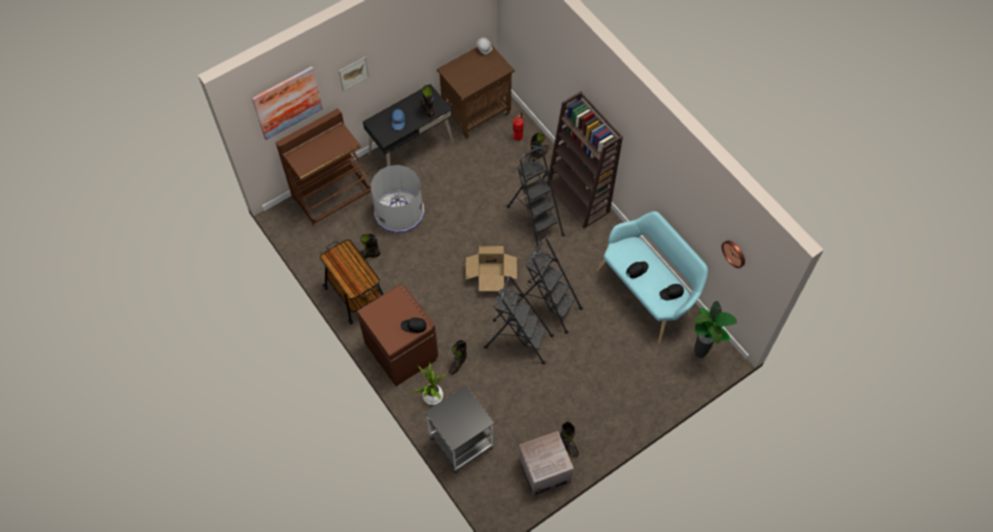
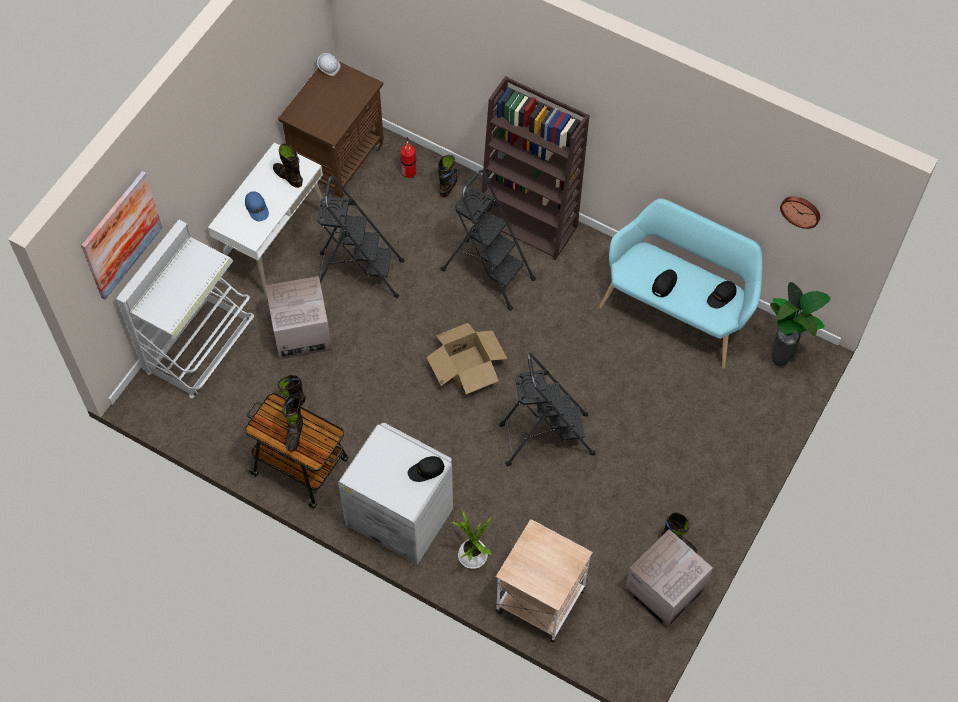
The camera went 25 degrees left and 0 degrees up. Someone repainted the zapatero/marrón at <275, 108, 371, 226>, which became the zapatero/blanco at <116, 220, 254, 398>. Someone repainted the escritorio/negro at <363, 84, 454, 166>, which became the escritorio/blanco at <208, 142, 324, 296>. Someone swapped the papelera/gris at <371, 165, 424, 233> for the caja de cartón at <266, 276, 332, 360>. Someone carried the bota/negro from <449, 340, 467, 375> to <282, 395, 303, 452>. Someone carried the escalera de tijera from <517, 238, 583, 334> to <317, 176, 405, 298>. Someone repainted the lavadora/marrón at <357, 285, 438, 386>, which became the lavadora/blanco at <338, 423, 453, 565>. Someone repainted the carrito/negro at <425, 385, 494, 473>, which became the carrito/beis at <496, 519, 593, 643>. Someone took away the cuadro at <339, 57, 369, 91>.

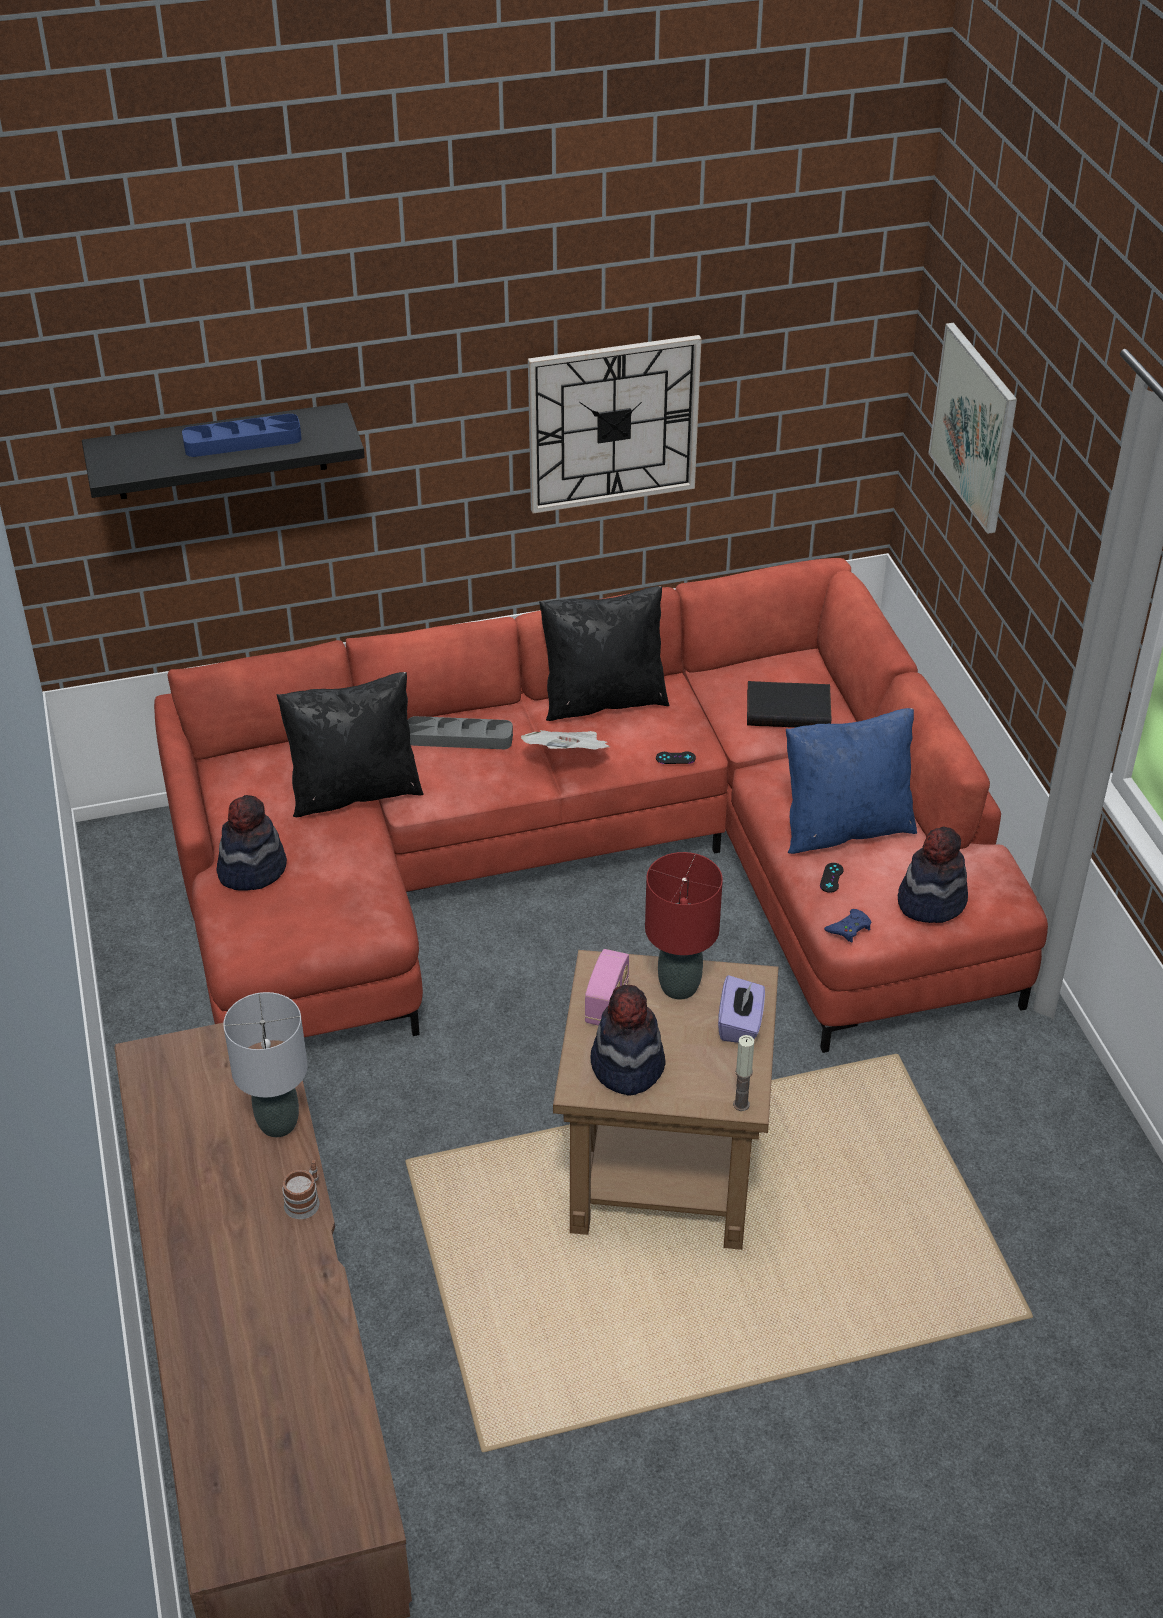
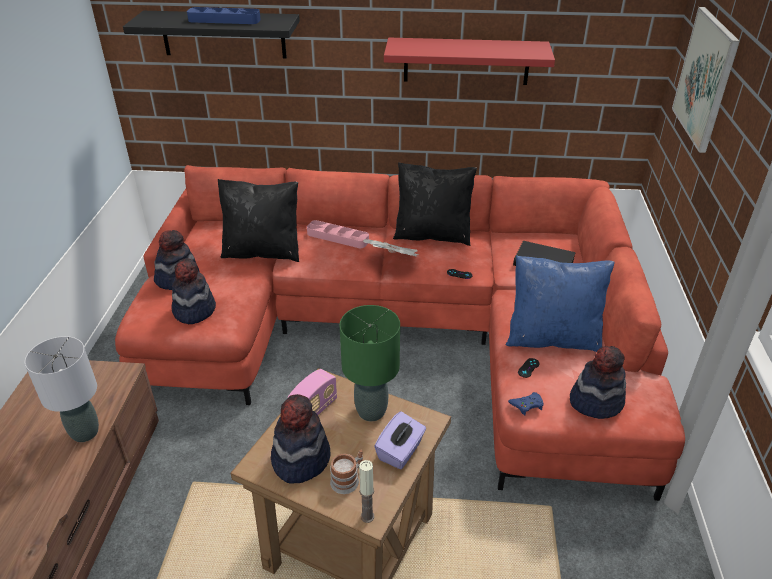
The camera went 20 degrees right and 5 degrees down. Someone put down the sombrero at <171, 258, 216, 324>. Someone repainted the bandeja/gris at <408, 716, 513, 749>, which became the bandeja/rosa at <307, 220, 369, 248>. Someone carried the taza grande from <282, 1160, 320, 1219> to <330, 450, 363, 494>. Someone repainted the lámpara de mesa/rojo at <645, 852, 723, 1000>, which became the lámpara de mesa/verde at <340, 305, 400, 421>. Someone swapped the reloj de pared at <528, 335, 701, 514> for the estante/rojo at <384, 38, 555, 85>.

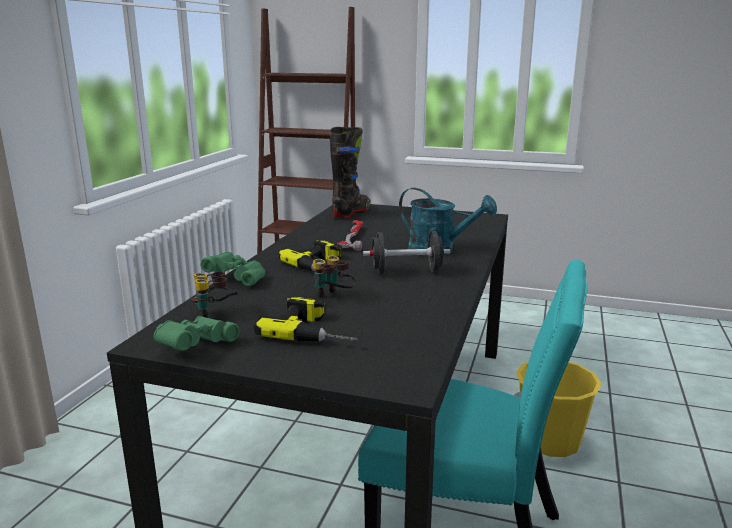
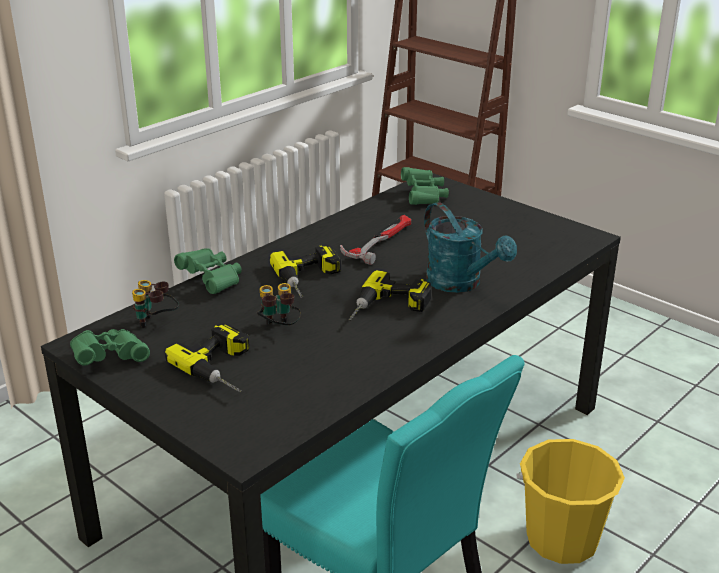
The camera went 25 degrees right and 10 degrees up. Someone swapped the mancuerna/negro at <363, 231, 451, 274> for the taladro at <349, 270, 431, 320>. Someone swapped the bota/negro at <330, 127, 370, 218> for the prismáticos/verde at <401, 167, 449, 205>.

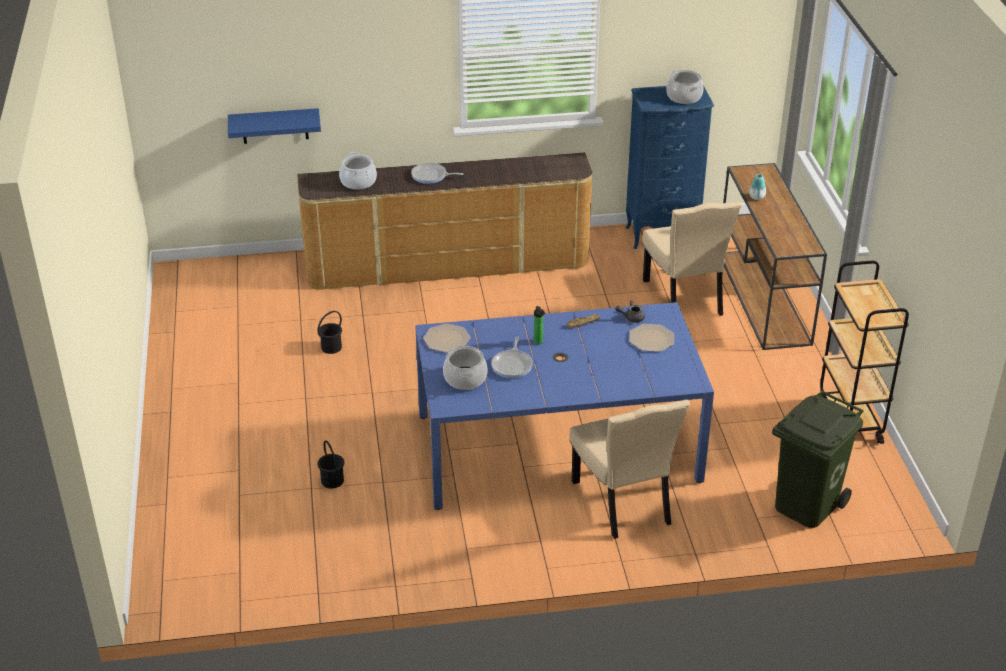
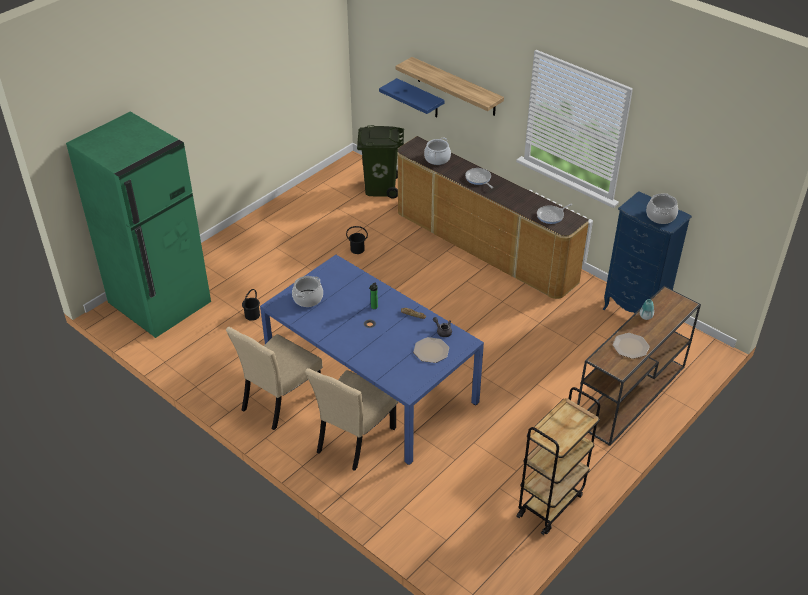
The camera went 50 degrees right and 5 degrees up. Someone put down the nevera/verde at <66, 112, 211, 338>. Someone carried the silla/beis from <642, 201, 742, 316> to <226, 327, 323, 430>. Someone carried the papelera/verde from <772, 391, 864, 528> to <357, 125, 404, 198>. Someone put up the estante at <396, 57, 504, 116>. Someone carried the sartén from <491, 336, 533, 378> to <537, 204, 572, 224>. Someone carried the plato from <423, 324, 471, 353> to <613, 333, 649, 359>.

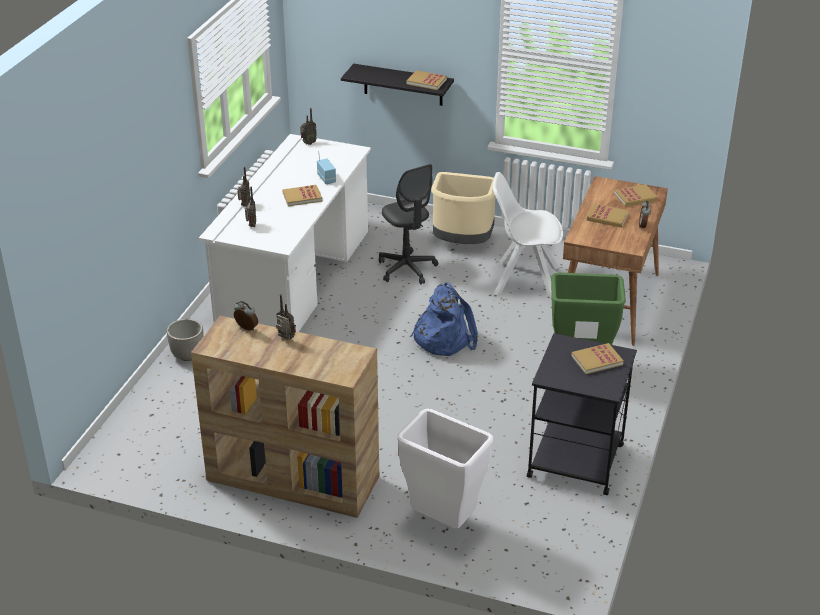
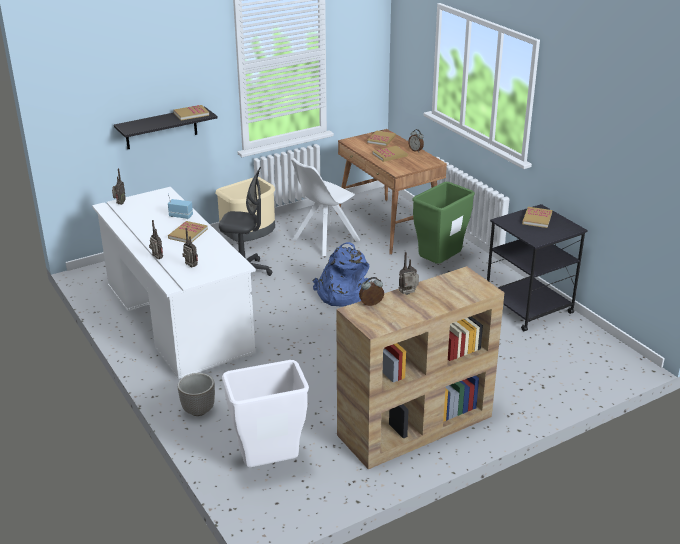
The camera went 50 degrees left and 5 degrees down. Someone carried the papelera/blanco from <397, 409, 493, 528> to <222, 360, 309, 467>.

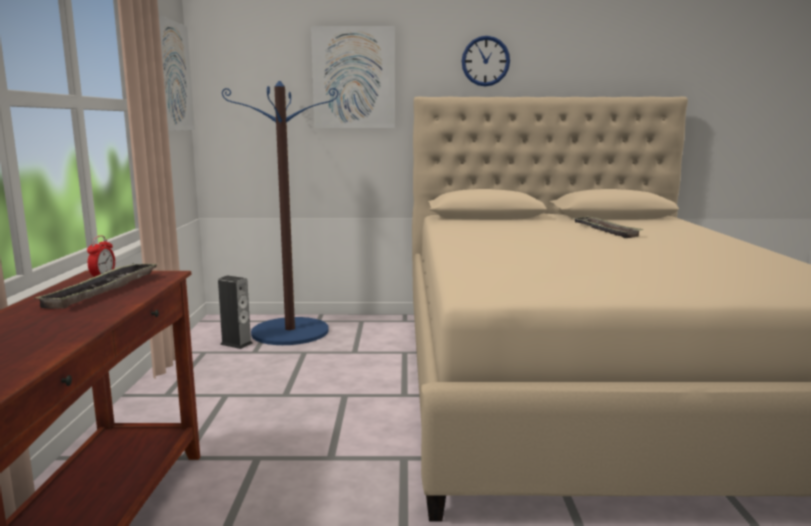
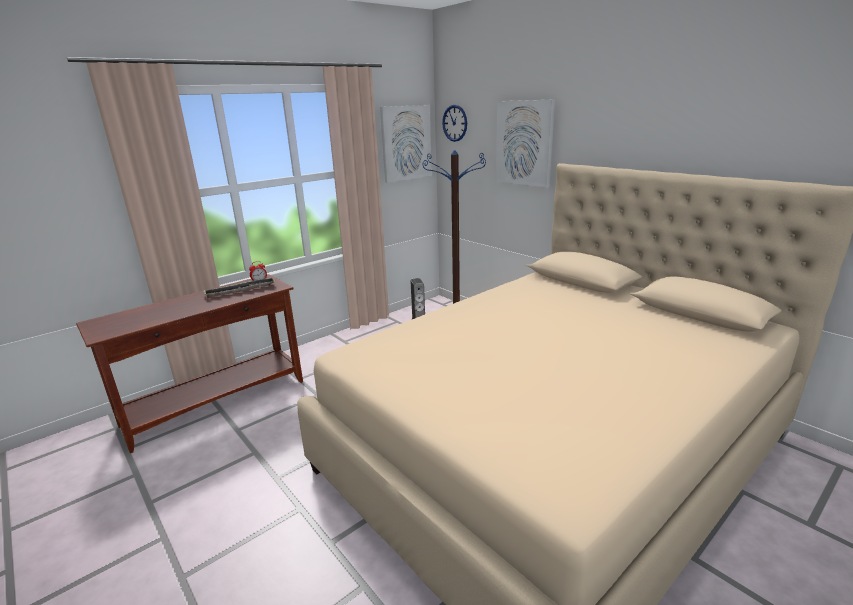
The camera went 50 degrees right and 10 degrees up. Someone carried the reloj de pared from <461, 36, 510, 86> to <442, 105, 467, 142>. Someone took away the bandeja at <572, 216, 643, 238>.

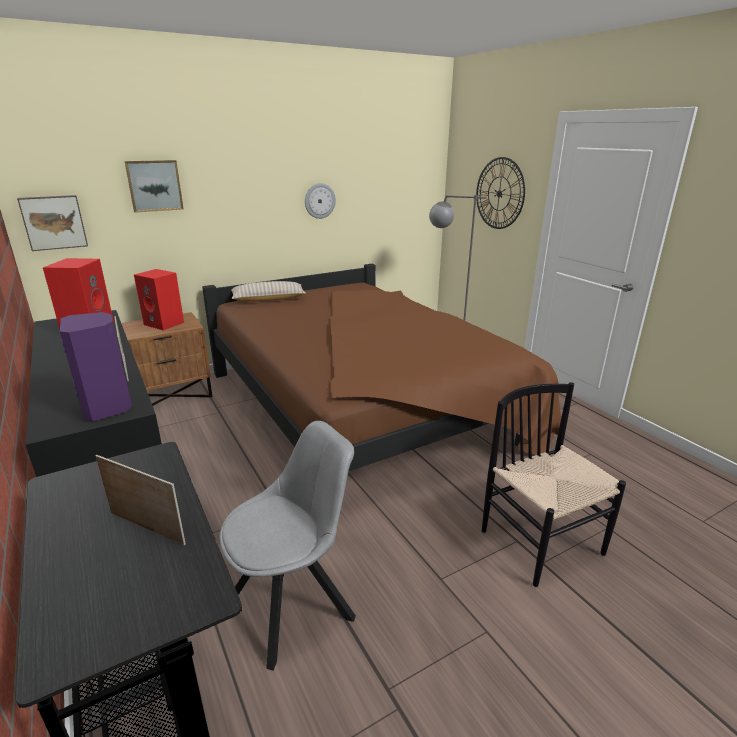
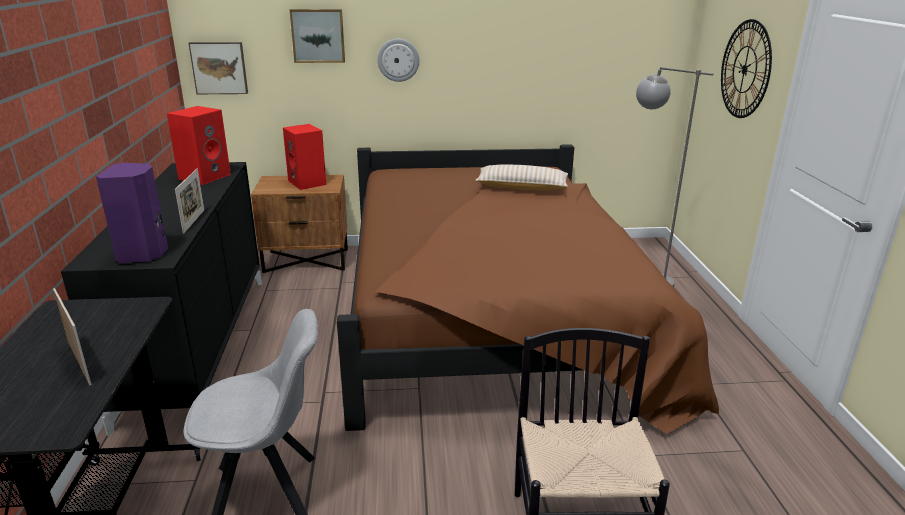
The camera went 25 degrees right and 0 degrees up. Someone carried the reloj de pared from <305, 183, 336, 219> to <377, 39, 420, 82>. Someone carried the cojín/beis from <231, 281, 306, 302> to <475, 164, 568, 190>.

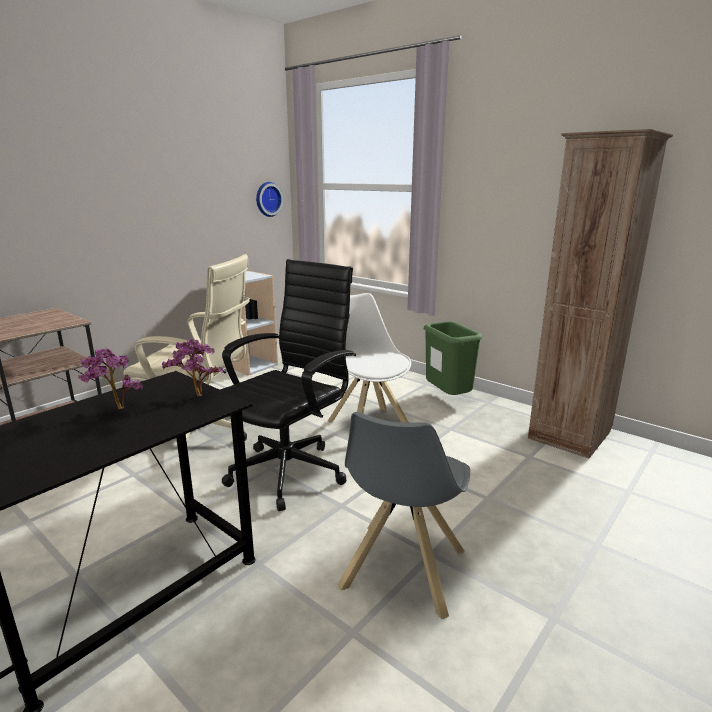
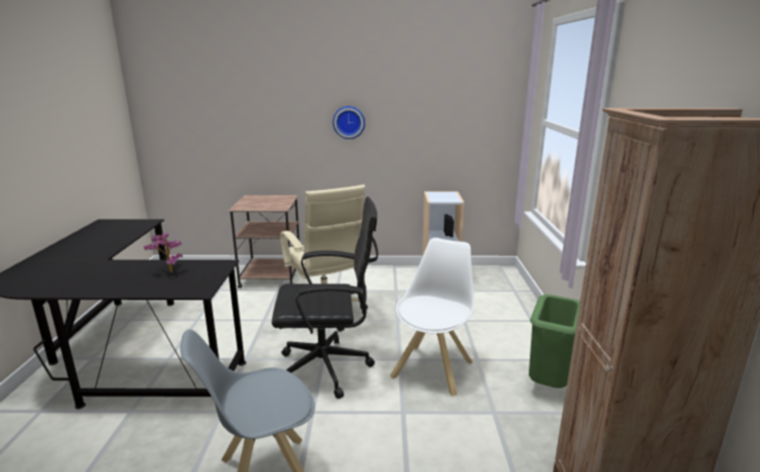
The camera went 50 degrees right and 0 degrees up. Someone carried the reloj de pared from <256, 182, 283, 217> to <333, 106, 365, 139>. Someone took away the planta en maceta at <162, 339, 223, 397>.

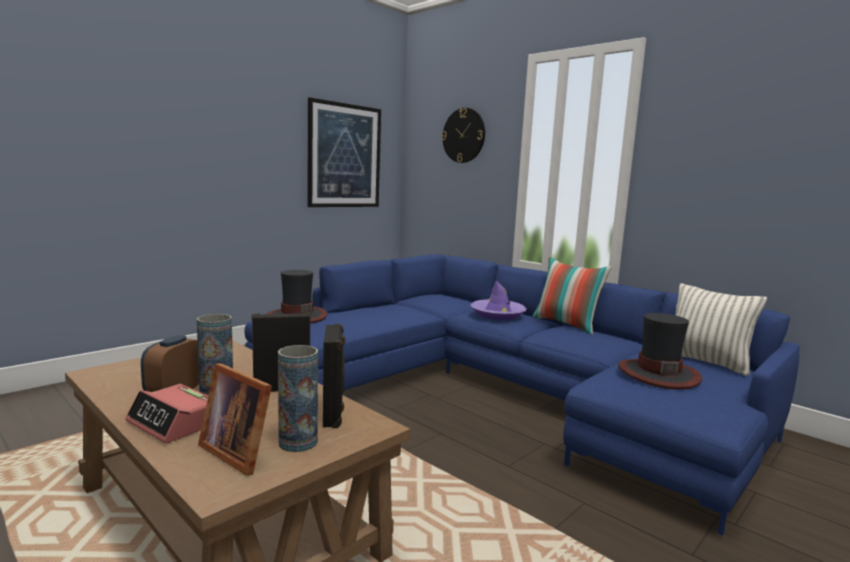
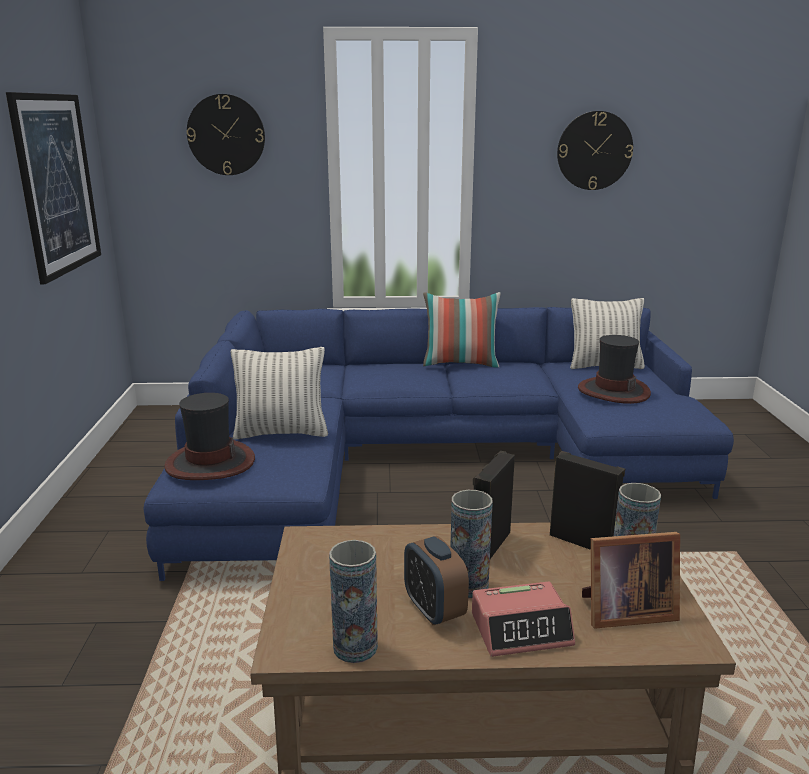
The camera went 45 degrees left and 10 degrees up. Someone put down the cojín at <231, 347, 328, 439>. Someone put down the florero at <329, 540, 378, 663>. Someone put up the reloj de pared at <557, 111, 633, 190>. Someone took away the sombrero/morado at <471, 280, 526, 320>.

